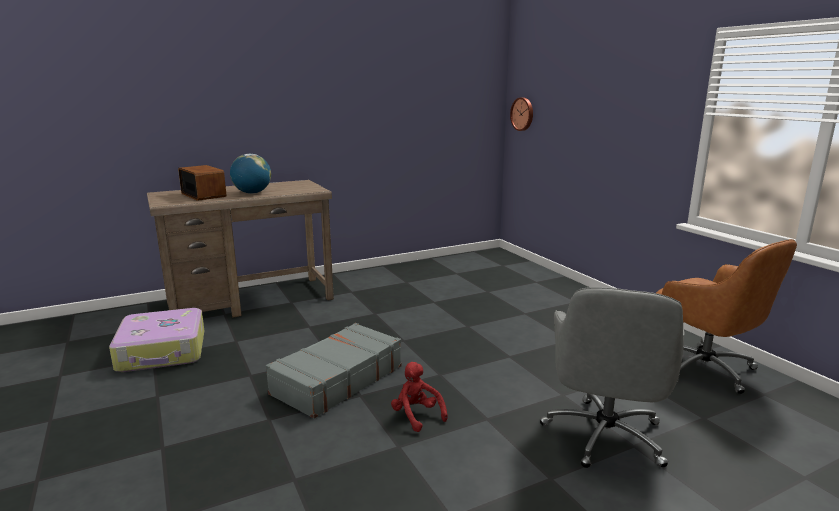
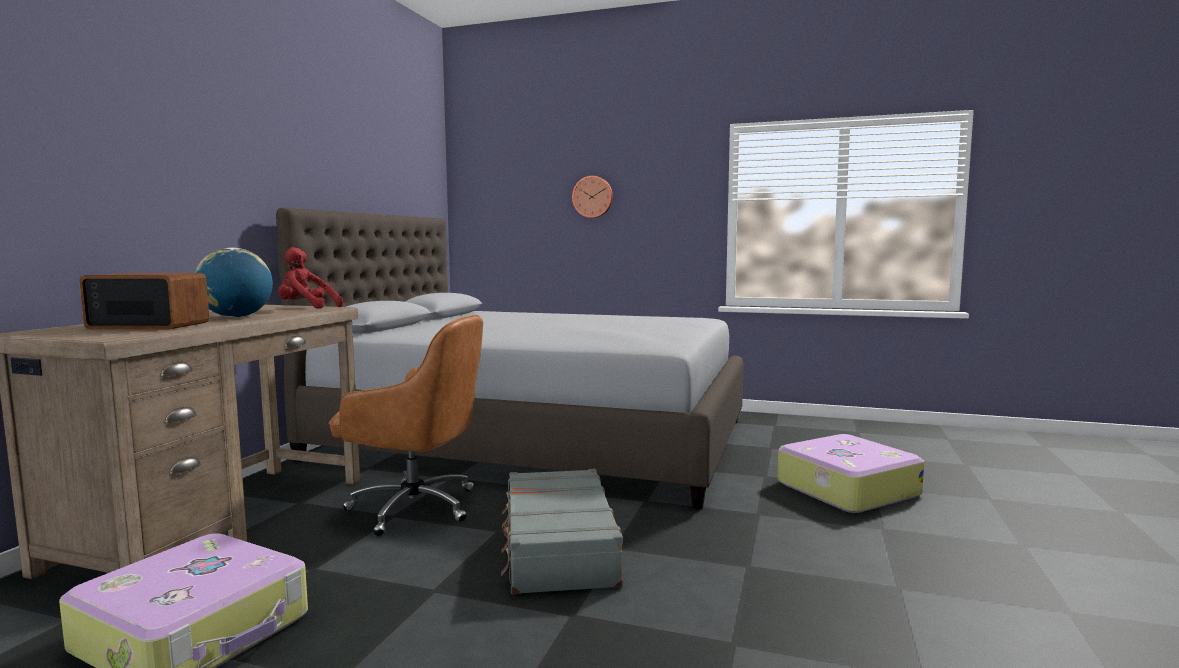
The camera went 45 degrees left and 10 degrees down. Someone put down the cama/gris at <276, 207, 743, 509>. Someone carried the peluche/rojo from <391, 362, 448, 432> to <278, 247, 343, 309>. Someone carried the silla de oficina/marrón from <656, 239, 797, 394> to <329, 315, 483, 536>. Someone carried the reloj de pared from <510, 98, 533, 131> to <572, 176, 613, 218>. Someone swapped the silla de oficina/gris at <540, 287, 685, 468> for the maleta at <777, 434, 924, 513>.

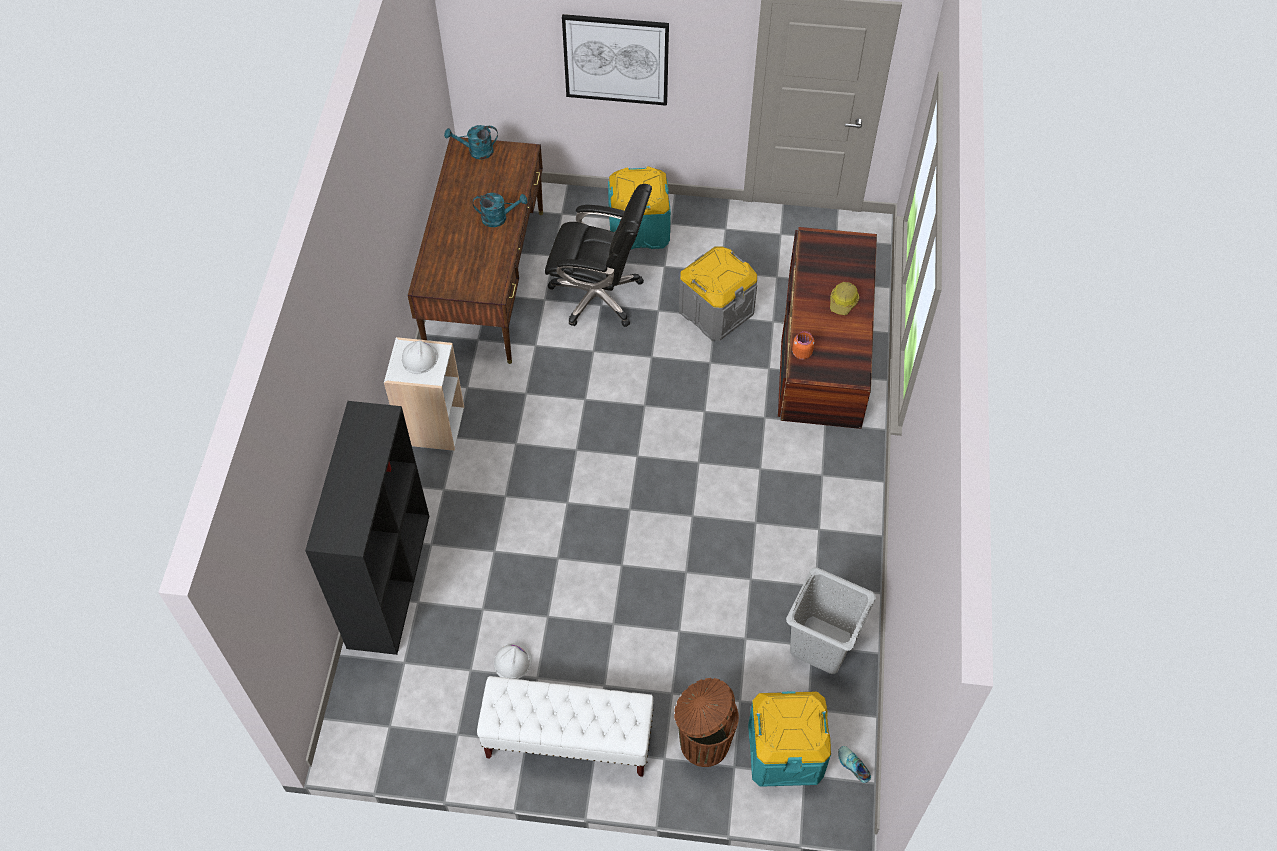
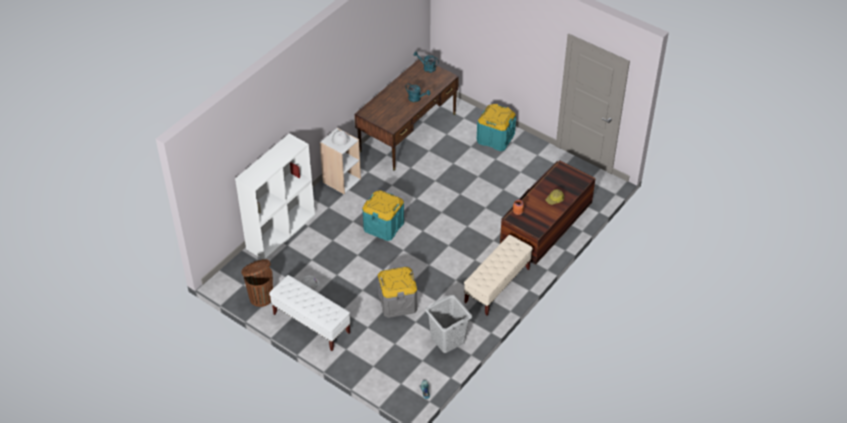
The camera went 30 degrees right and 10 degrees down. Someone repainted the estantería/negro at <305, 401, 429, 655>, which became the estantería/blanco at <235, 134, 315, 260>. Someone carried the papelera/marrón from <674, 678, 739, 767> to <241, 259, 273, 307>. Someone carried the caja de almacenaje/turquesa from <748, 691, 831, 787> to <362, 190, 404, 241>. Someone carried the caja de almacenaje/gris from <679, 246, 757, 341> to <378, 267, 417, 318>. Someone put down the banco/beis at <464, 235, 533, 315>. Someone took away the silla de oficina/negro at <545, 184, 652, 327>. Someone took away the cuadro at <562, 14, 669, 106>.

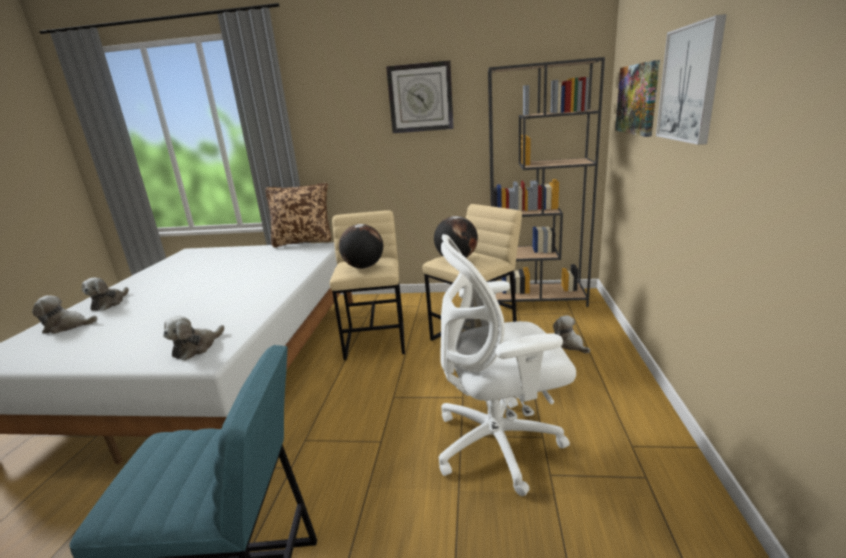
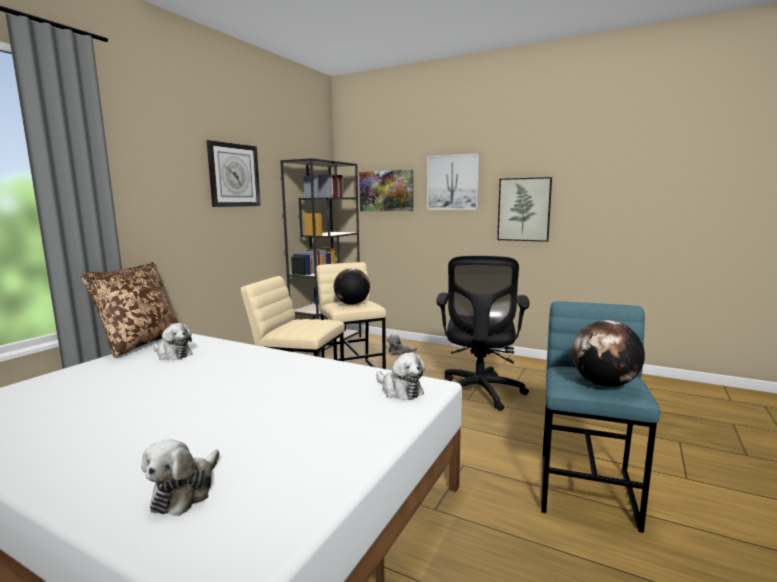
The camera went 70 degrees left and 10 degrees down. Someone carried the peluche from <82, 278, 129, 311> to <153, 323, 193, 360>. Someone repainted the silla de oficina/blanco at <439, 234, 576, 496>, which became the silla de oficina/negro at <436, 256, 529, 411>. Someone put up the cuadro at <497, 177, 552, 242>. Someone carried the globo terráqueo from <339, 224, 383, 269> to <572, 320, 645, 387>.

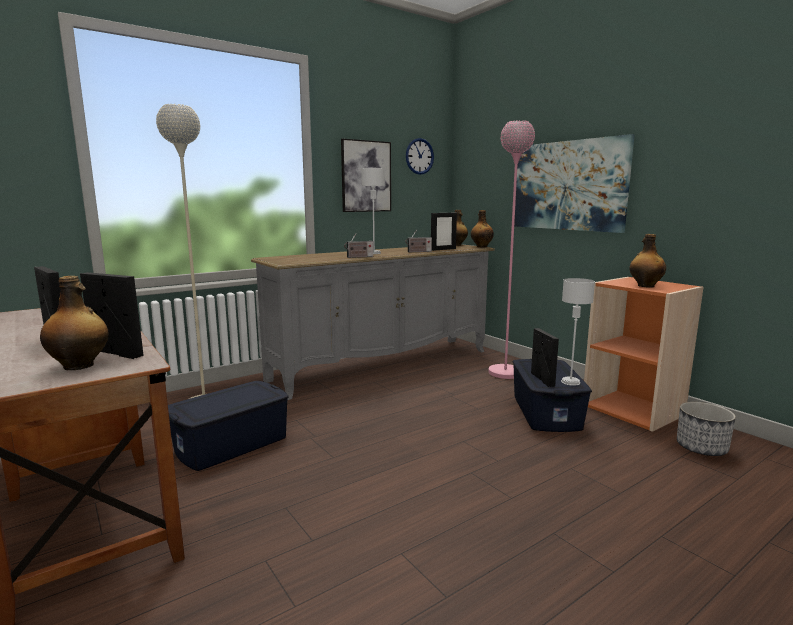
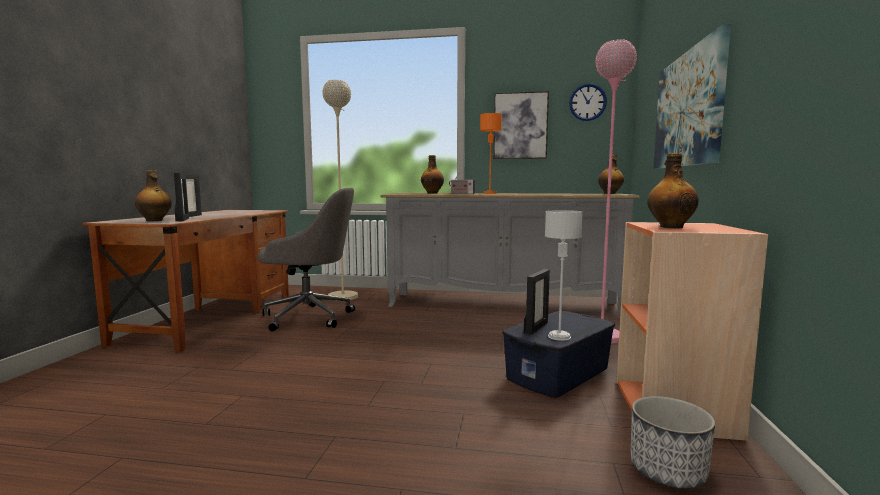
The camera went 45 degrees right and 5 degrees down. Someone swapped the caja de almacenaje/azul at <168, 381, 288, 471> for the silla de oficina/gris at <257, 188, 355, 332>. Someone carried the botella from <471, 210, 494, 247> to <421, 155, 444, 194>. Someone repainted the lámpara de mesa/gris at <361, 168, 385, 254>, which became the lámpara de mesa/naranja at <480, 113, 502, 194>. Someone took away the radio at <406, 230, 432, 252>. Someone took away the portarretratos at <431, 213, 457, 251>.

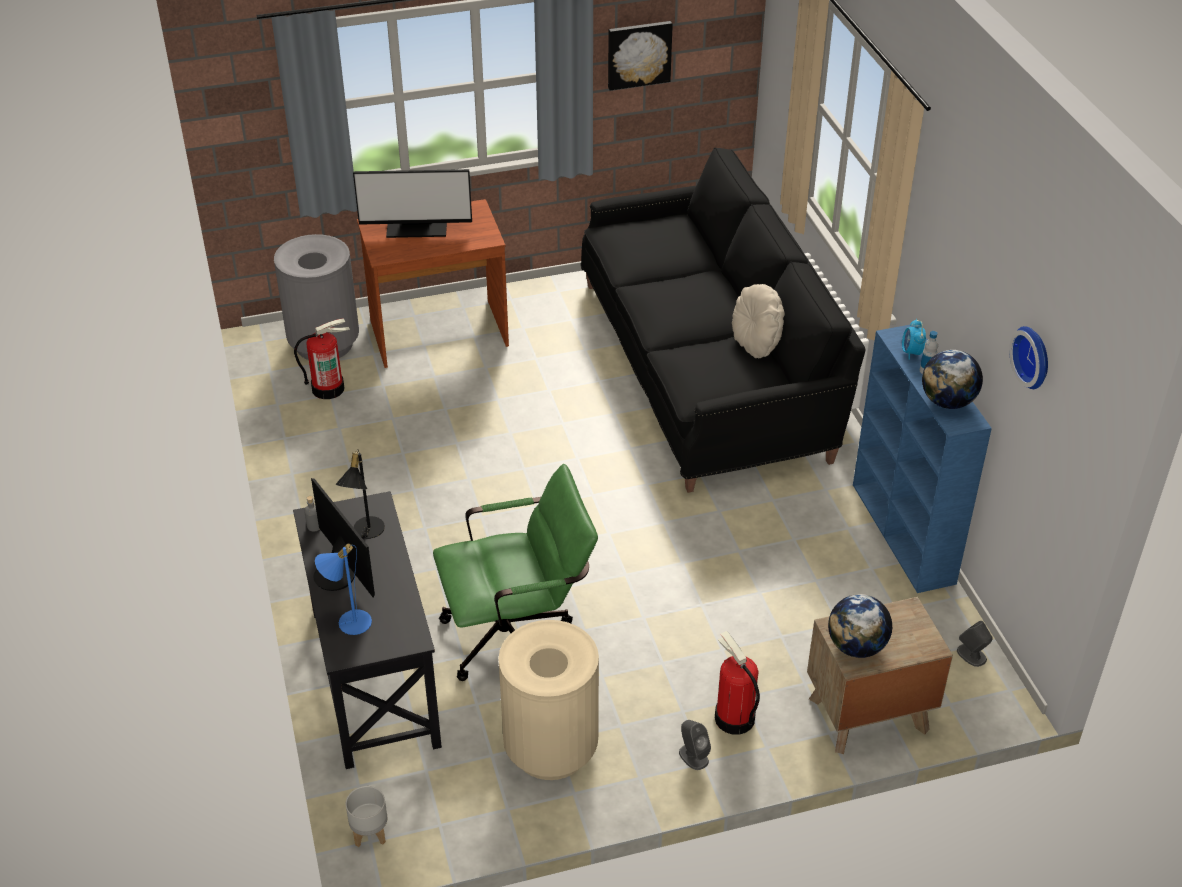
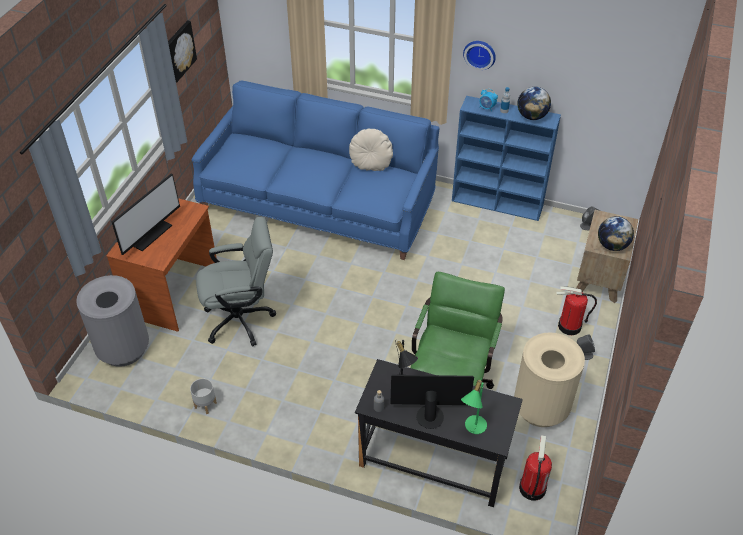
The camera went 55 degrees left and 5 degrees up. Someone carried the maceta/gris from <346, 786, 387, 847> to <190, 378, 217, 414>. Someone repainted the sofá/negro at <580, 147, 866, 493>, which became the sofá/azul at <191, 81, 439, 260>. Someone put down the silla de oficina/gris at <196, 217, 276, 347>. Someone repainted the lámpara de mesa/azul at <315, 544, 372, 635>, which became the lámpara de mesa/verde at <461, 378, 487, 434>. Someone carried the reloj de pared from <1009, 326, 1048, 389> to <463, 41, 496, 70>. Someone carried the extintor from <294, 318, 350, 399> to <519, 435, 552, 501>.

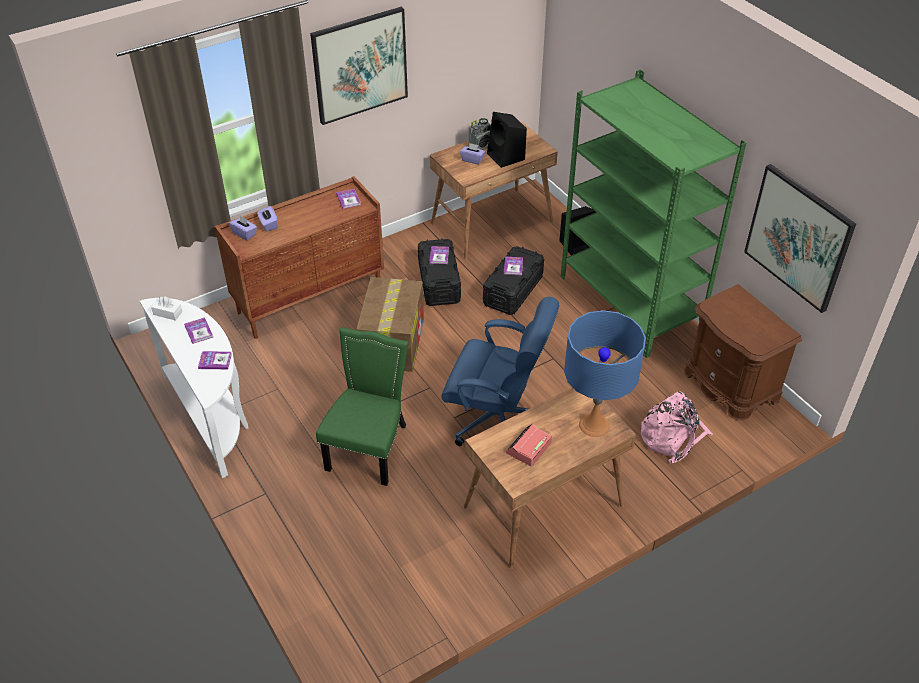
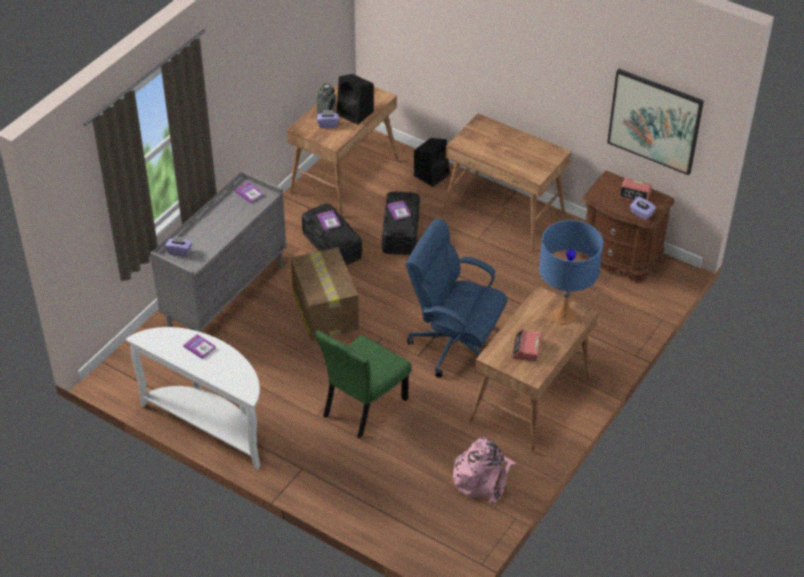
The camera went 25 degrees left and 0 degrees up. Someone repainted the armario/marrón at <215, 176, 384, 339>, which became the armario/gris at <150, 170, 287, 332>. Someone rotated the silla/verde at <316, 327, 408, 486> by 135 degrees counterclockwise. Someone rotated the silla de oficina/azul at <441, 297, 560, 446> by 150 degrees counterclockwise. Someone swapped the estantería/verde at <561, 69, 746, 358> for the escritorio/marrón at <443, 114, 571, 251>. Someone carried the mochila/rosa from <641, 392, 713, 463> to <453, 437, 516, 504>. Someone put down the despertador at <619, 178, 652, 201>. Someone carried the caja de pañuelos/morado from <257, 206, 278, 232> to <630, 197, 656, 220>. Someone took away the caja de pañuelos/blanco at <151, 296, 182, 321>. Someone took away the libro at <198, 351, 232, 369>. Someone took away the cuadro at <310, 7, 408, 125>.

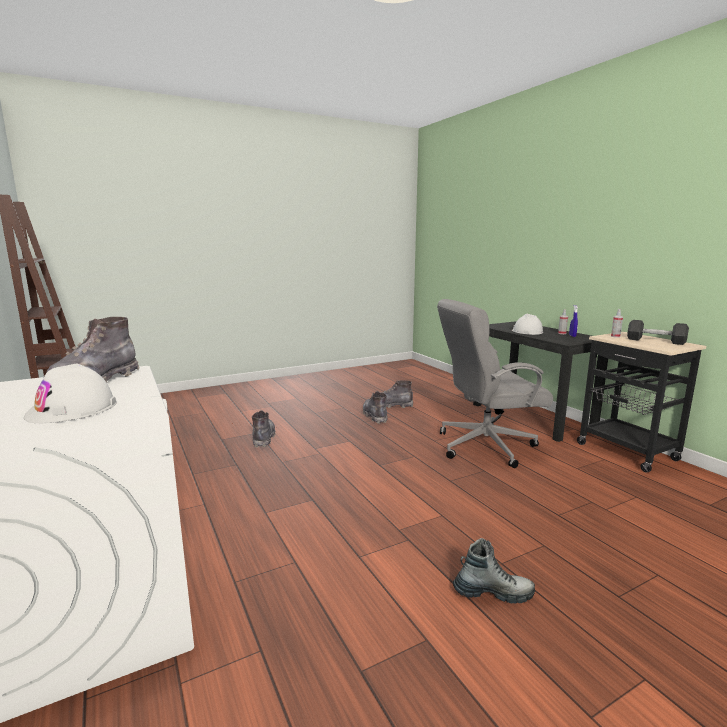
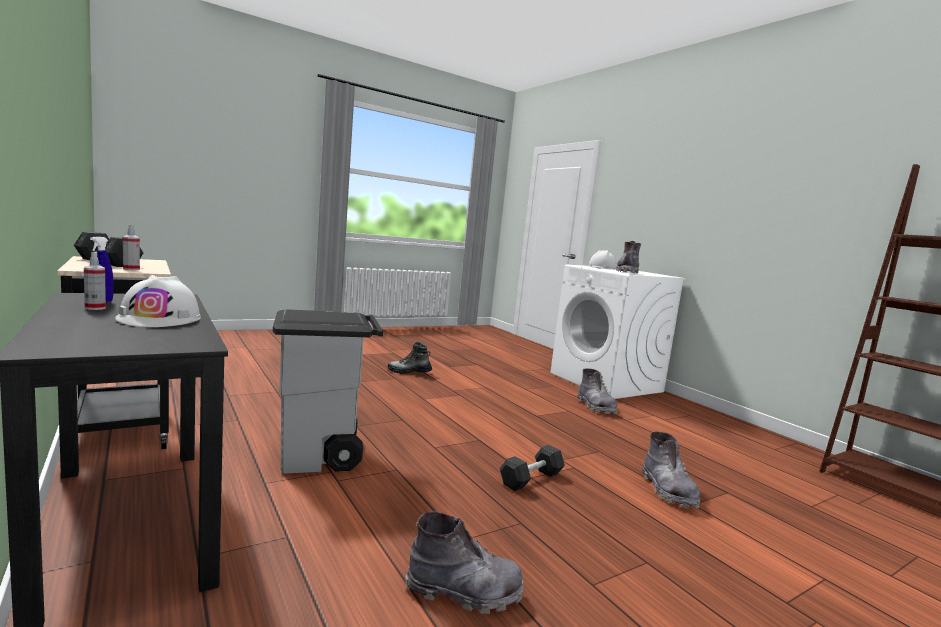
The camera went 175 degrees right and 5 degrees down. Someone swapped the silla de oficina/gris at <437, 299, 553, 468> for the papelera/gris at <273, 310, 383, 474>. Someone put down the mancuerna/gris at <500, 445, 565, 491>. Someone carried the bota/gris from <363, 391, 387, 424> to <577, 368, 618, 414>.

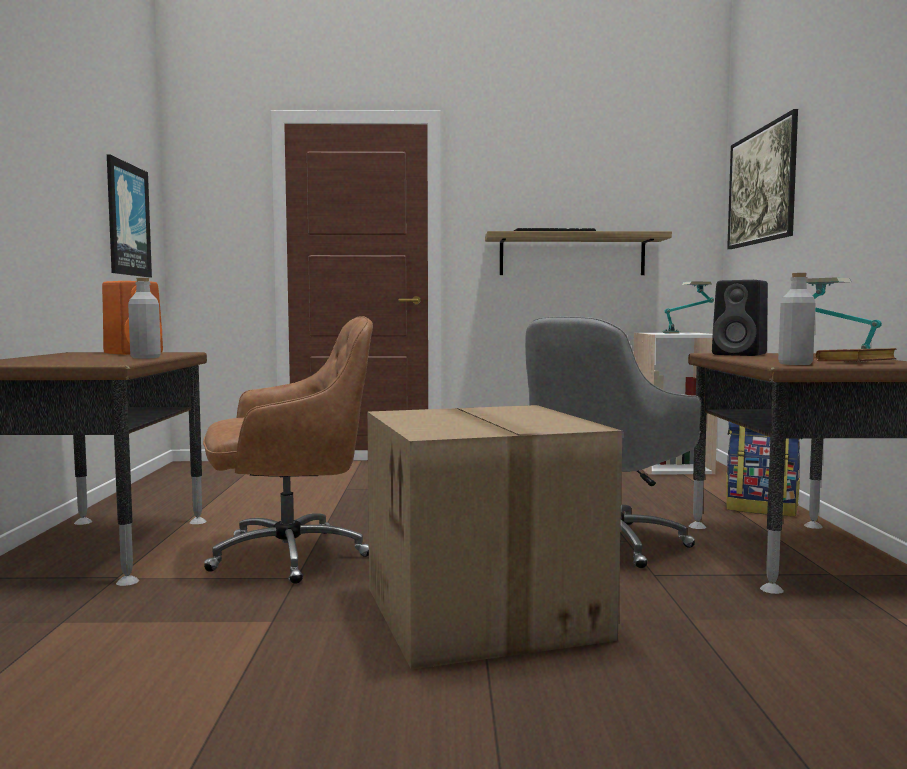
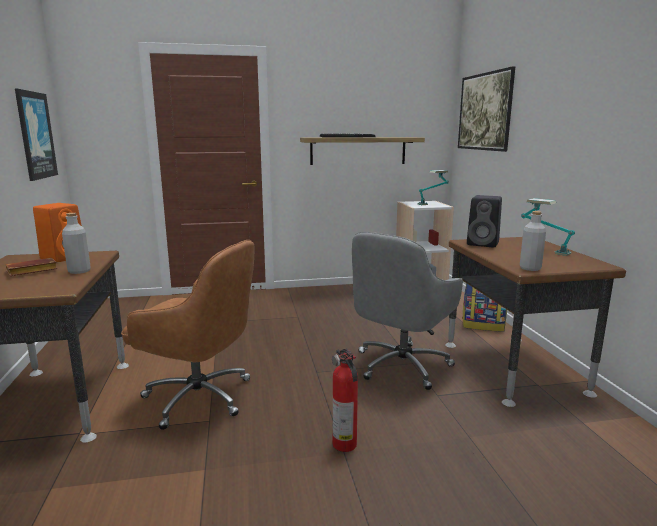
The camera went 10 degrees left and 10 degrees up. Someone carried the libro/marrón from <816, 348, 897, 362> to <5, 258, 58, 276>. Someone rotated the silla de oficina/marrón at <203, 316, 373, 584> by 45 degrees clockwise. Someone swapped the caja de cartón at <367, 405, 622, 669> for the extintor at <332, 349, 358, 452>.

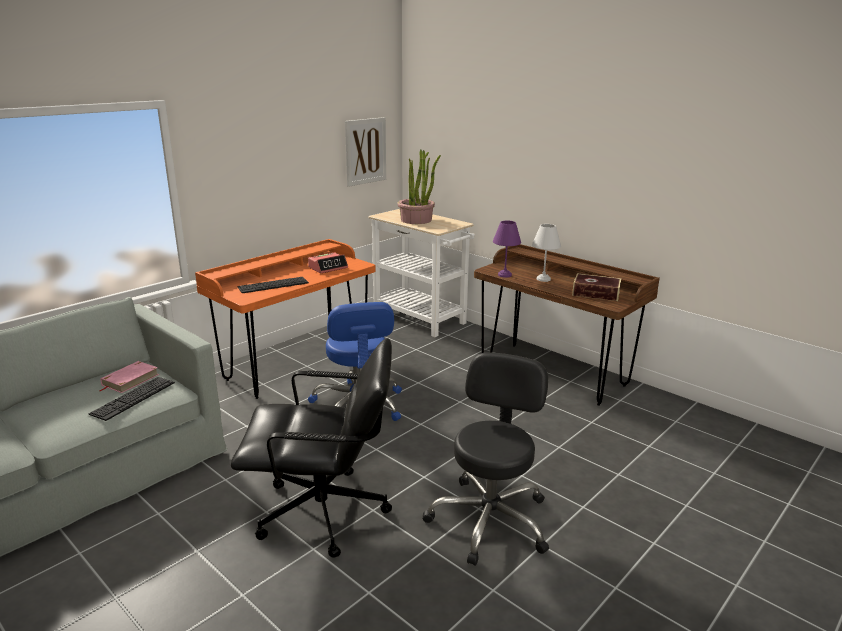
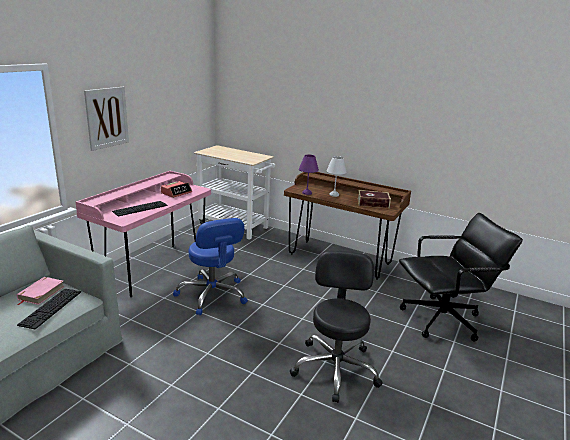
The camera went 15 degrees left and 0 degrees up. Someone repainted the escritorio/naranja at <195, 239, 376, 399>, which became the escritorio/rosa at <76, 171, 211, 297>. Someone carried the cuadro from <345, 117, 386, 187> to <84, 87, 129, 151>. Someone carried the silla de oficina/negro from <231, 338, 392, 558> to <399, 213, 523, 342>. Someone took away the planta en maceta at <398, 149, 441, 224>.

